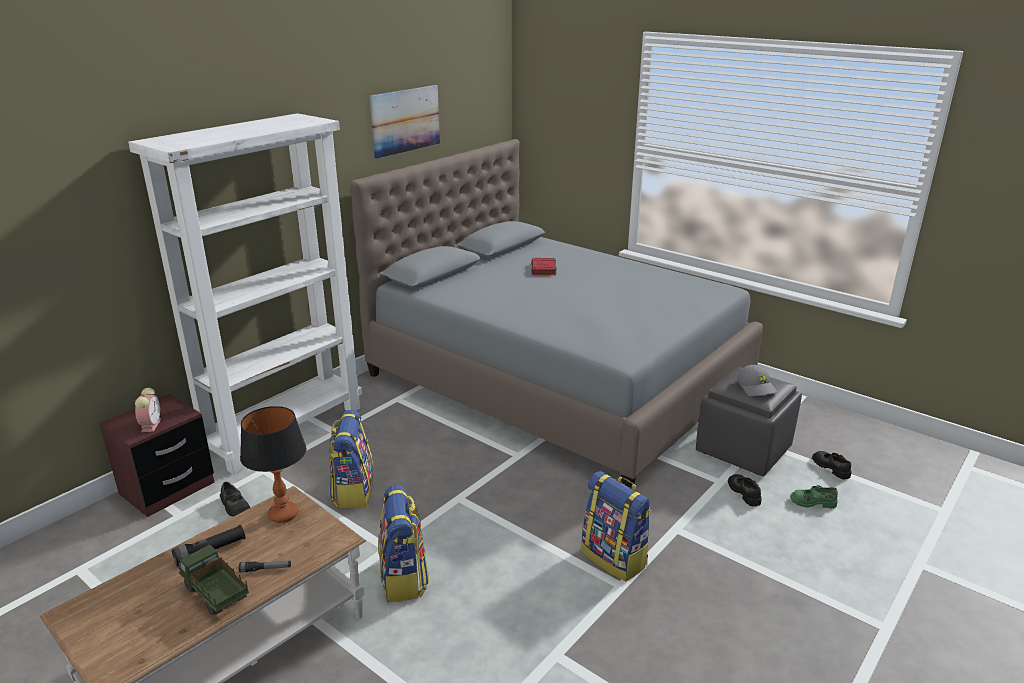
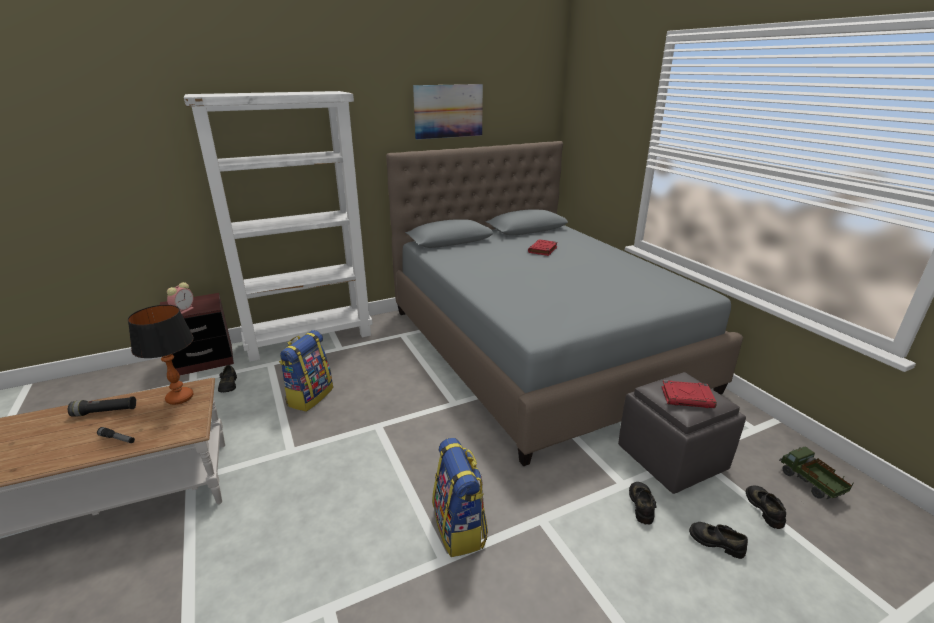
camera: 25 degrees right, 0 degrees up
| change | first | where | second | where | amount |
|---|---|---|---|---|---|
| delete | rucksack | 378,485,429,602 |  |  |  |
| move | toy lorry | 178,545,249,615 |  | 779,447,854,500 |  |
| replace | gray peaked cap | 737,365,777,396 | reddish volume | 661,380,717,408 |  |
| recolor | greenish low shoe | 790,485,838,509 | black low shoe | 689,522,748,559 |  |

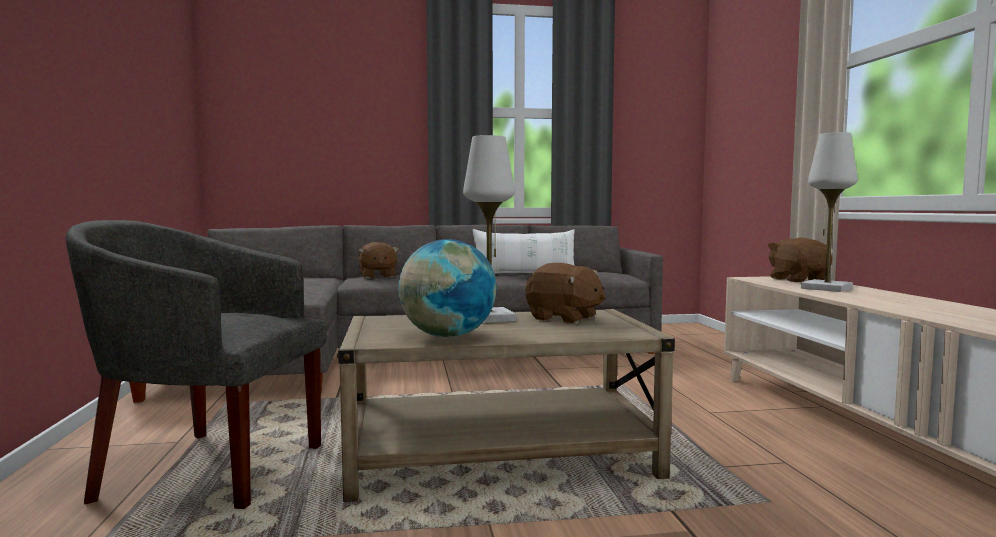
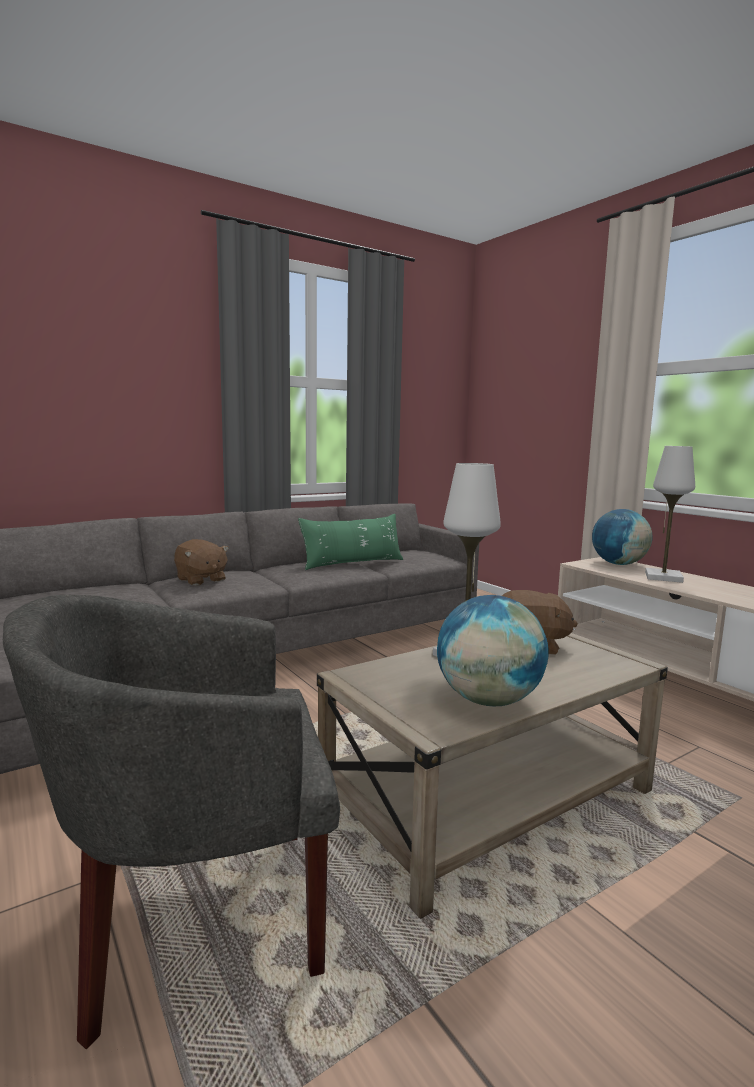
camera: 25 degrees left, 5 degrees up
| change | first | where | second | where | amount |
|---|---|---|---|---|---|
| replace | brownish plush toy | 768,238,832,282 | world globe | 592,509,652,565 |  |
| recolor | white throw pillow | 473,229,575,274 | greenish throw pillow | 298,514,403,570 |  |

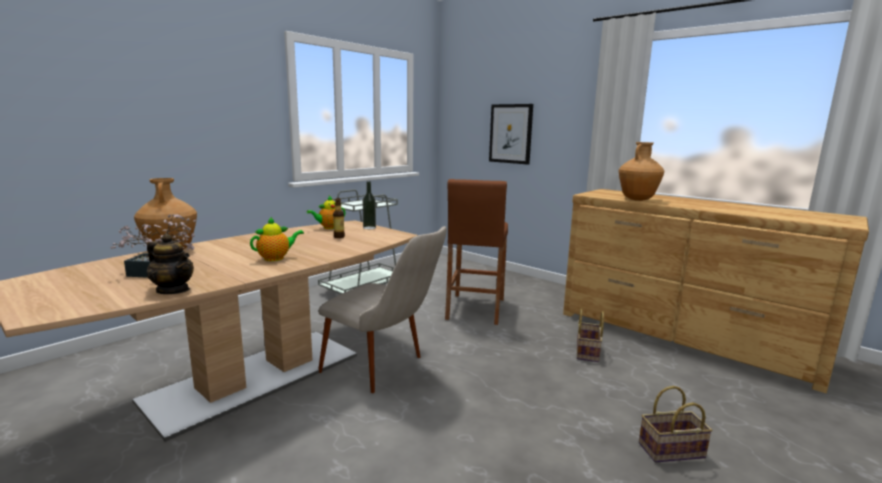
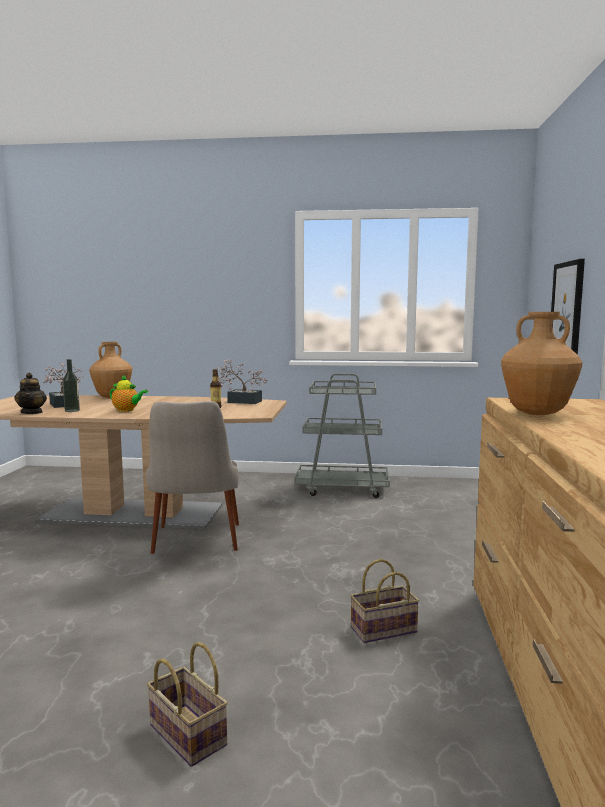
camera: 55 degrees right, 5 degrees down
| change | first | where | second | where | amount |
|---|---|---|---|---|---|
| delete | brownish stool | 445,179,508,325 |  |  |  |
| move | drink bottle | 363,181,376,229 |  | 63,359,80,412 |  |
| replace | tea pot | 307,196,345,229 | plant in a pot | 217,359,268,404 |  |

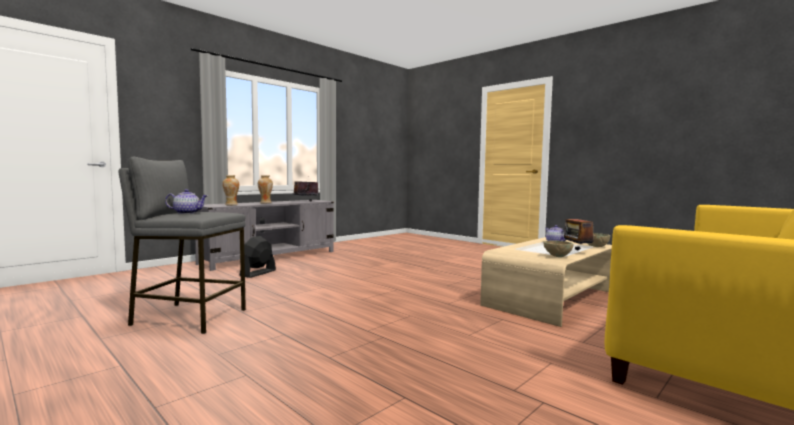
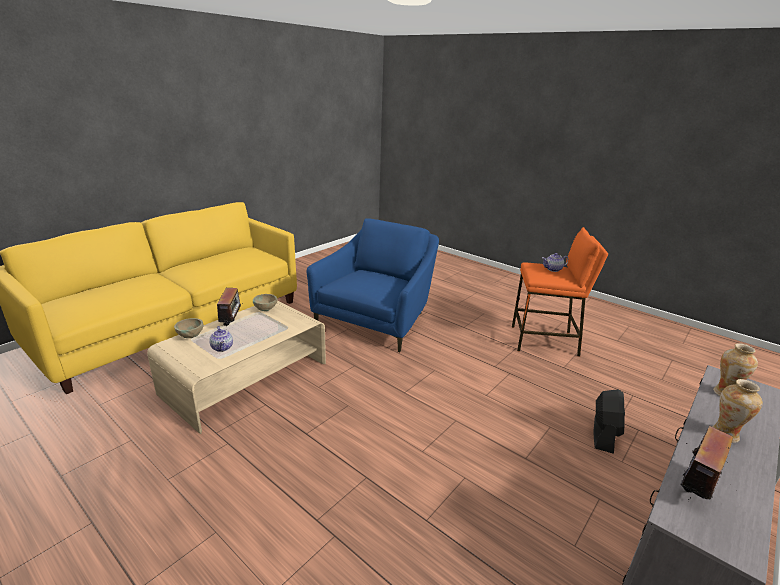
camera: 175 degrees right, 20 degrees up
| change | first | where | second | where | amount |
|---|---|---|---|---|---|
| insert |  |  | blue-coloured armchair | 307,218,439,352 |  |
| recolor | gray stool | 118,157,246,334 | orange stool | 512,227,608,357 |  |

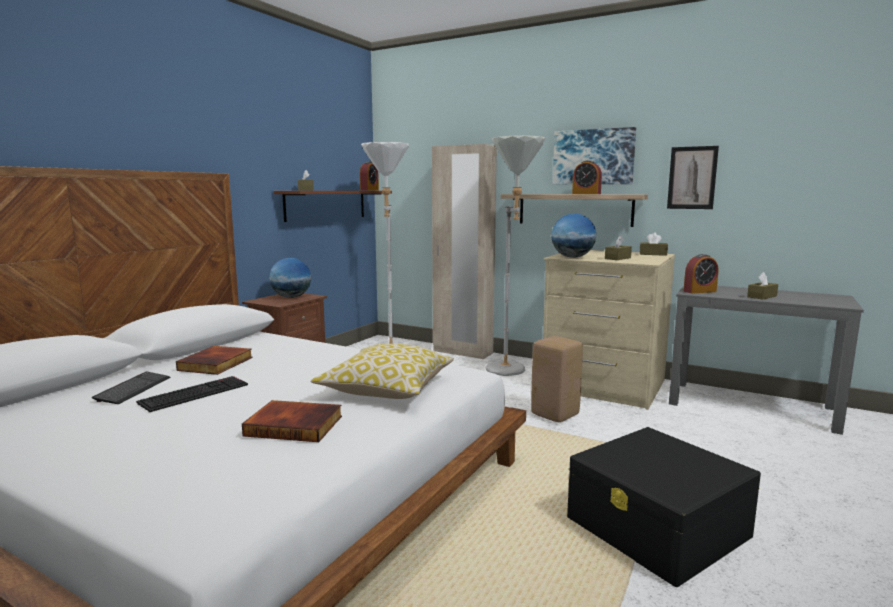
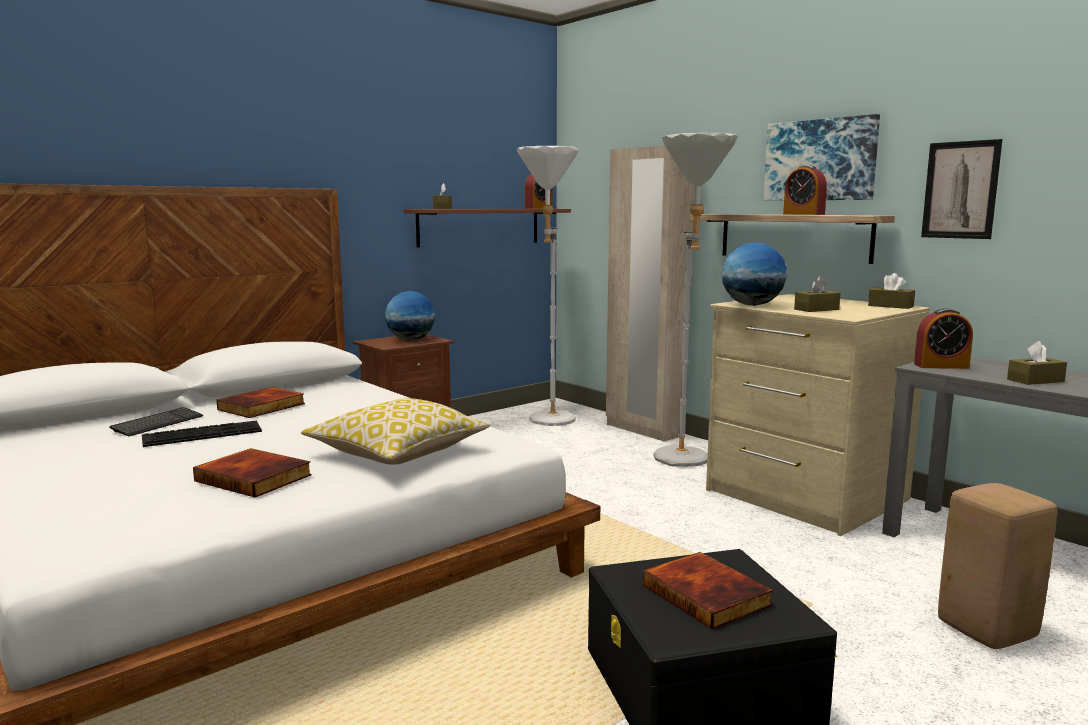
camera: 20 degrees right, 0 degrees up
| change | first | where | second | where | amount |
|---|---|---|---|---|---|
| insert |  |  | volume | 643,552,773,629 |  |
| move | sand-coloured stool | 531,336,583,422 |  | 938,483,1057,649 |  |

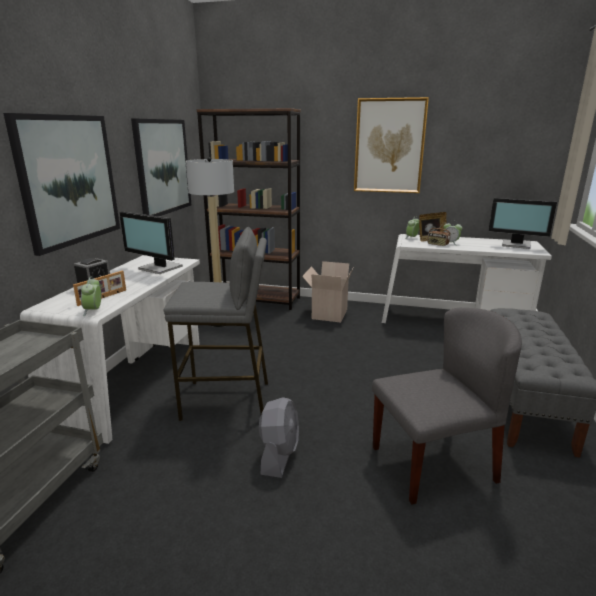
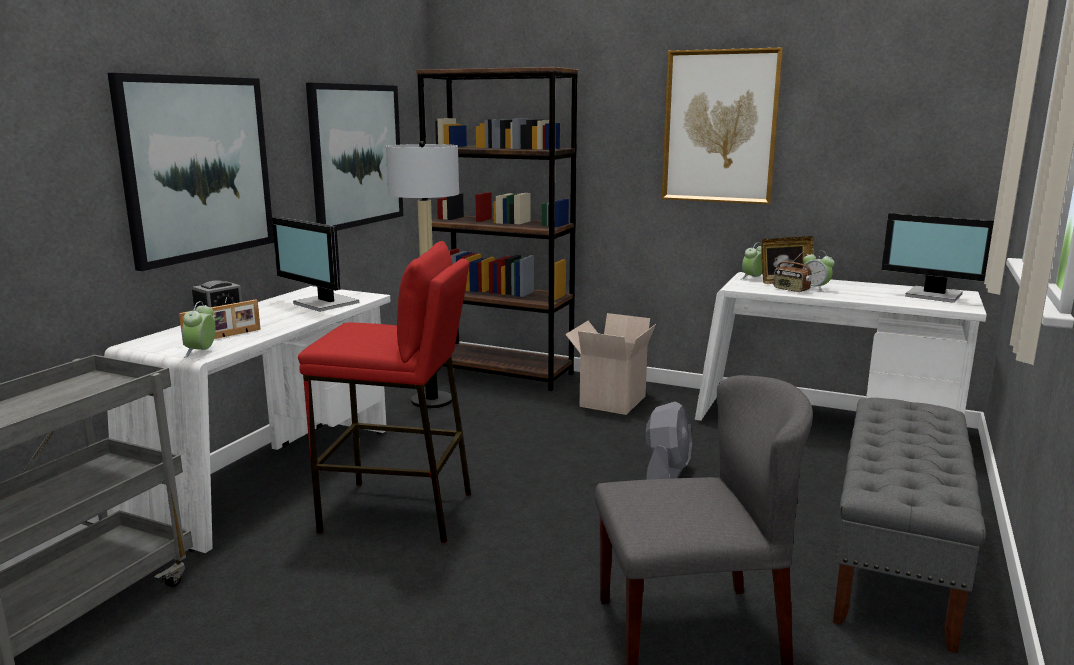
camera: 10 degrees right, 5 degrees down
| change | first | where | second | where | amount |
|---|---|---|---|---|---|
| move | gray fan | 259,397,299,478 |  | 646,401,692,480 |  |
| recolor | gray stool | 164,227,268,421 | reddish stool | 298,241,471,543 |  |

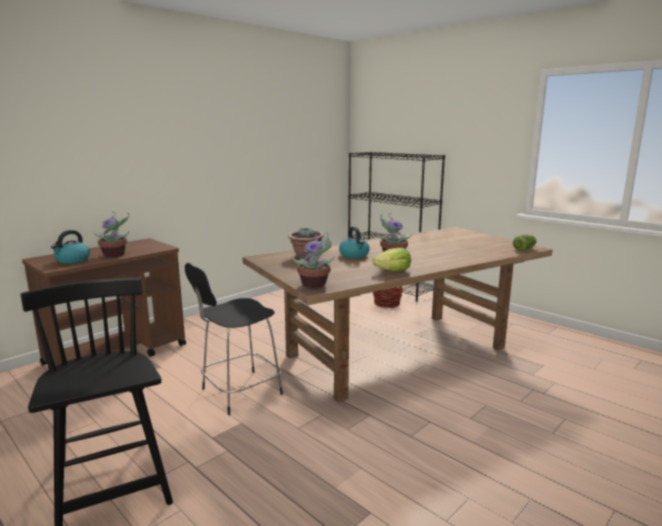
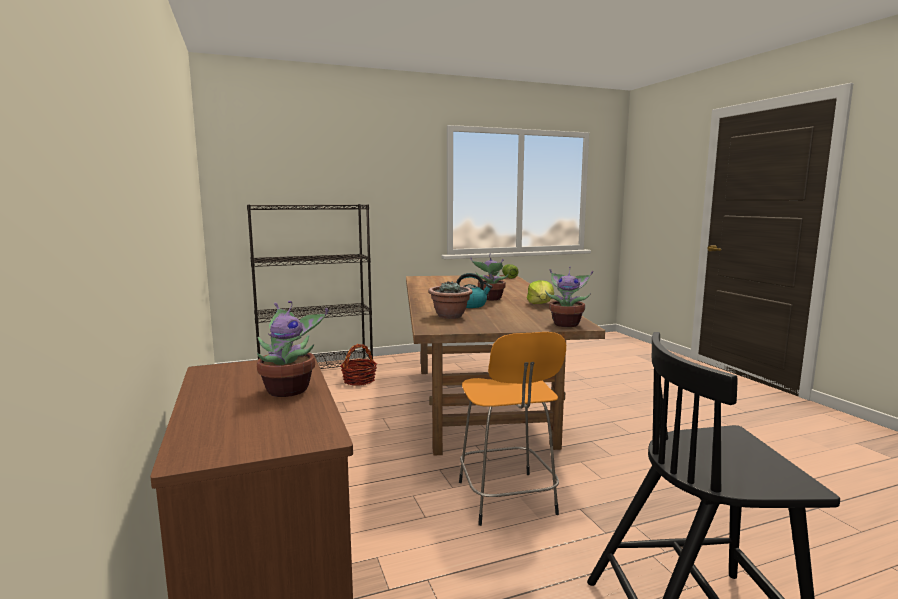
camera: 65 degrees left, 5 degrees down
| change | first | where | second | where | amount |
|---|---|---|---|---|---|
| delete | water kettle | 51,230,90,264 |  |  |  |
| recolor | black stool | 185,263,283,415 | orange stool | 459,332,566,526 |  |

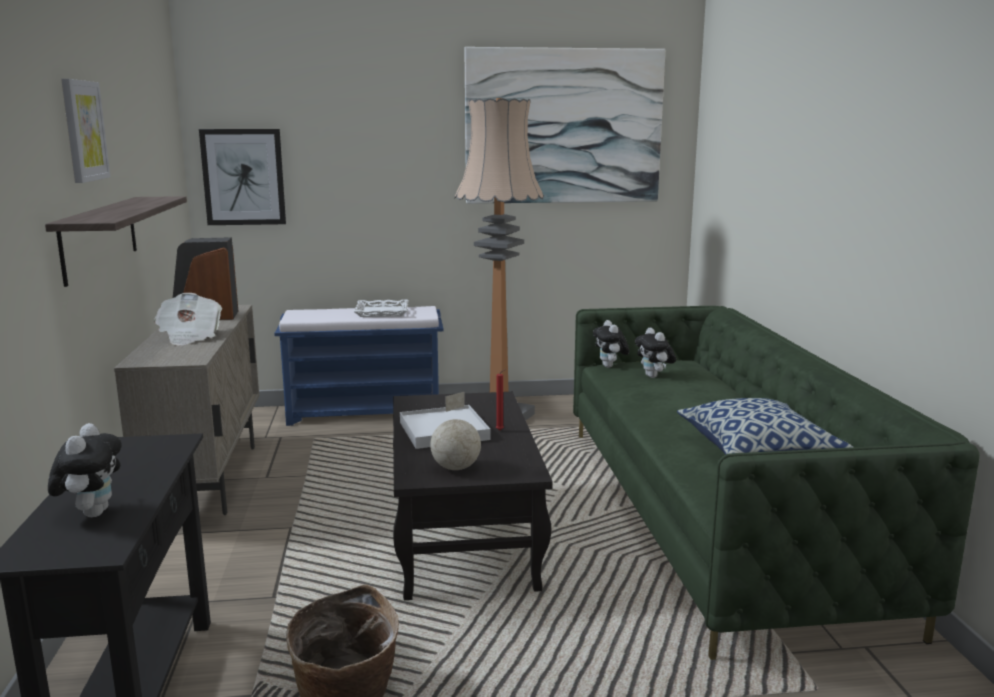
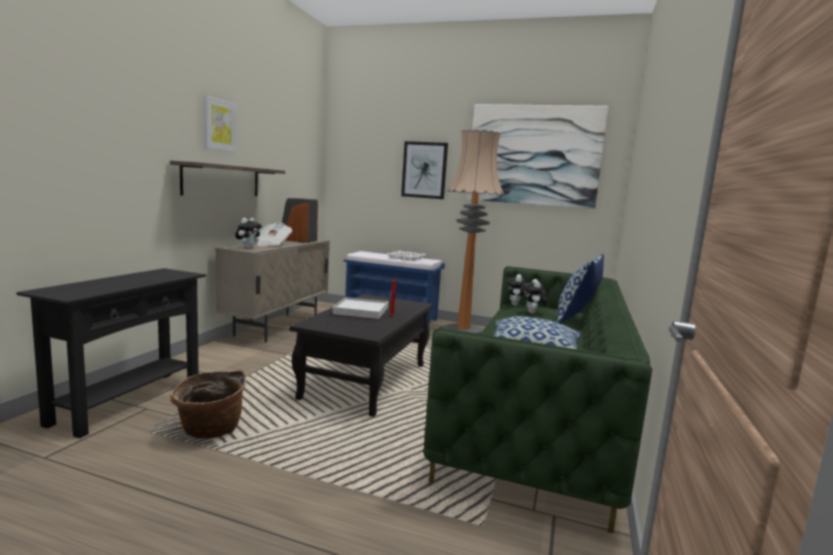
camera: 25 degrees right, 5 degrees down
| change | first | where | second | where | amount |
|---|---|---|---|---|---|
| delete | world globe | 430,392,481,470 |  |  |  |
| insert |  |  | throw pillow | 557,254,604,324 |  |
| move | plush toy | 48,423,121,517 |  | 235,218,262,249 |  |
| move | wall picture | 199,129,286,225 |  | 401,141,448,199 |  |

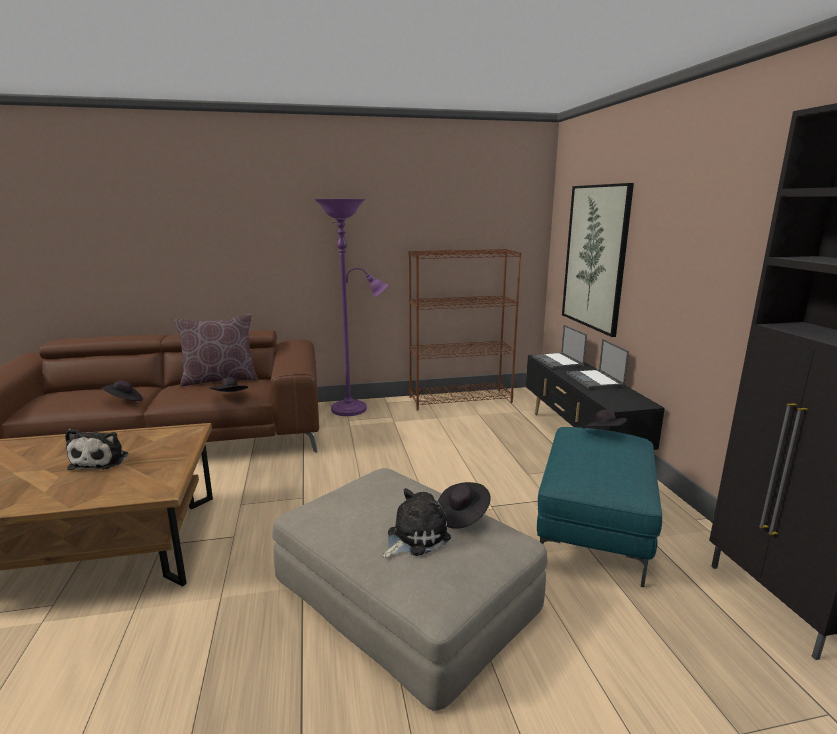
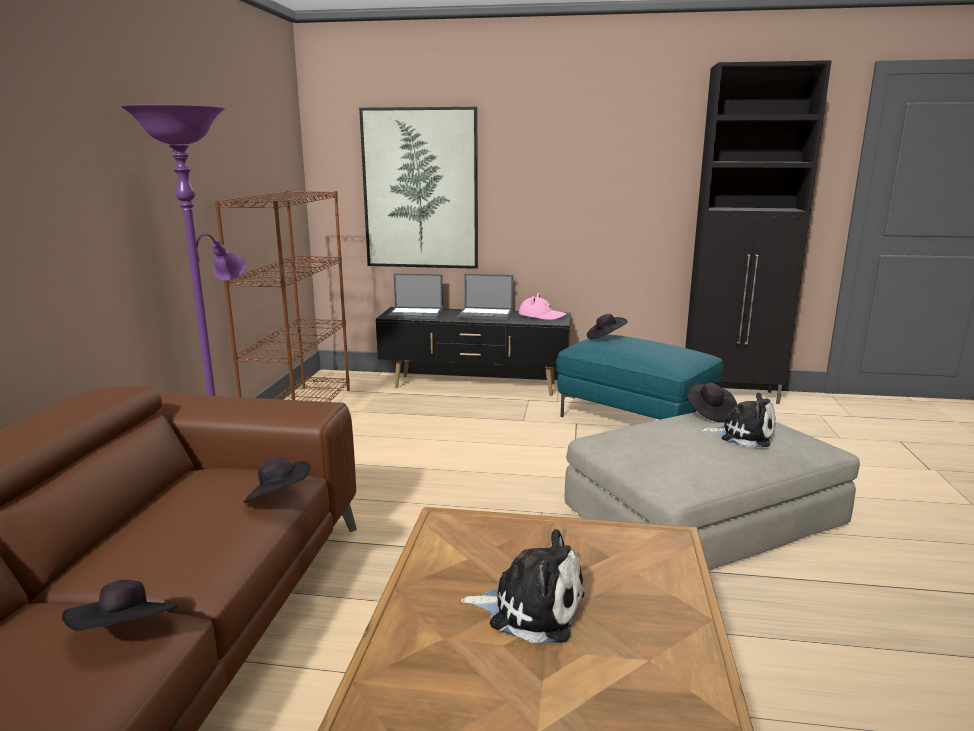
camera: 70 degrees left, 0 degrees up
| change | first | where | second | where | amount |
|---|---|---|---|---|---|
| delete | brownish throw pillow | 175,315,257,387 |  |  |  |
| insert |  |  | pink hat | 519,293,566,320 |  |
| rotate | plush toy | 383,488,451,558 |  | 701,393,776,447 | 135 degrees clockwise |

